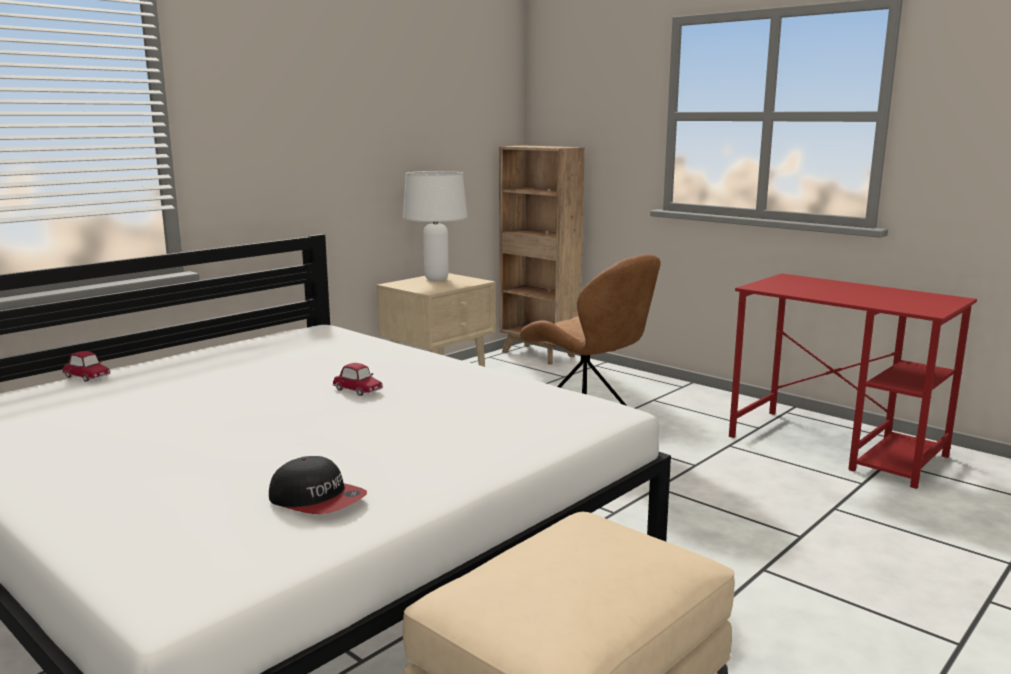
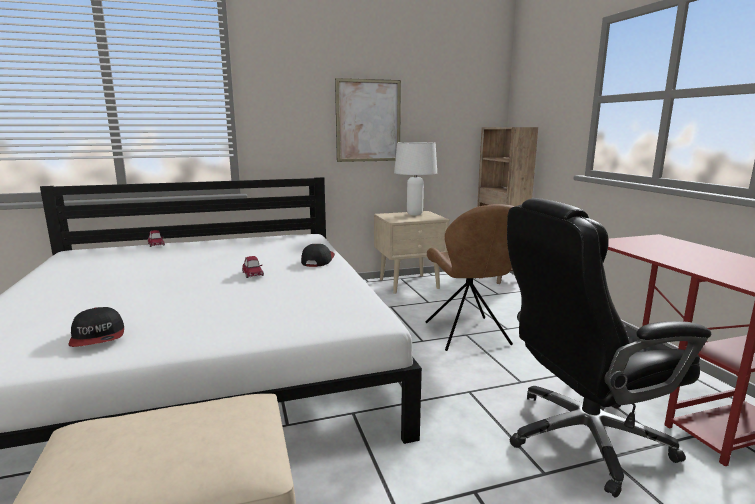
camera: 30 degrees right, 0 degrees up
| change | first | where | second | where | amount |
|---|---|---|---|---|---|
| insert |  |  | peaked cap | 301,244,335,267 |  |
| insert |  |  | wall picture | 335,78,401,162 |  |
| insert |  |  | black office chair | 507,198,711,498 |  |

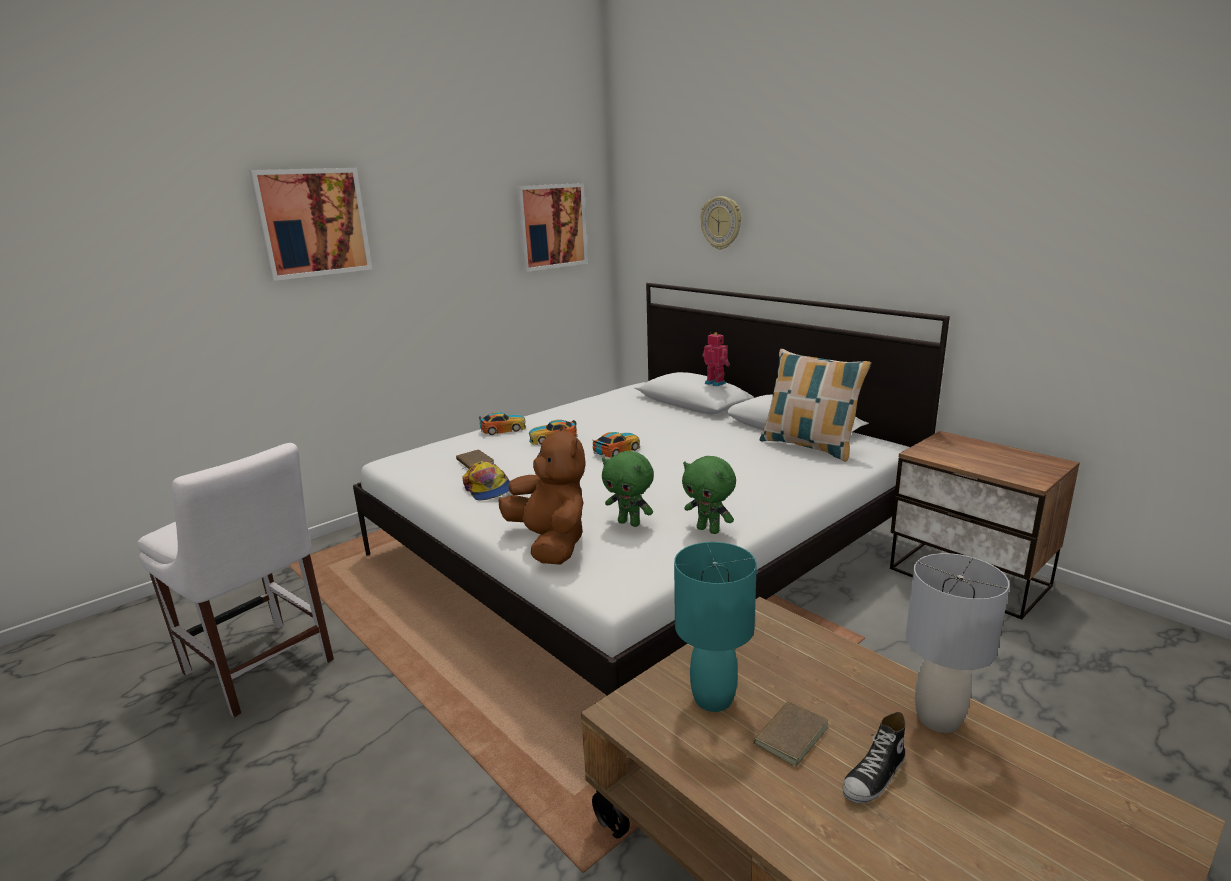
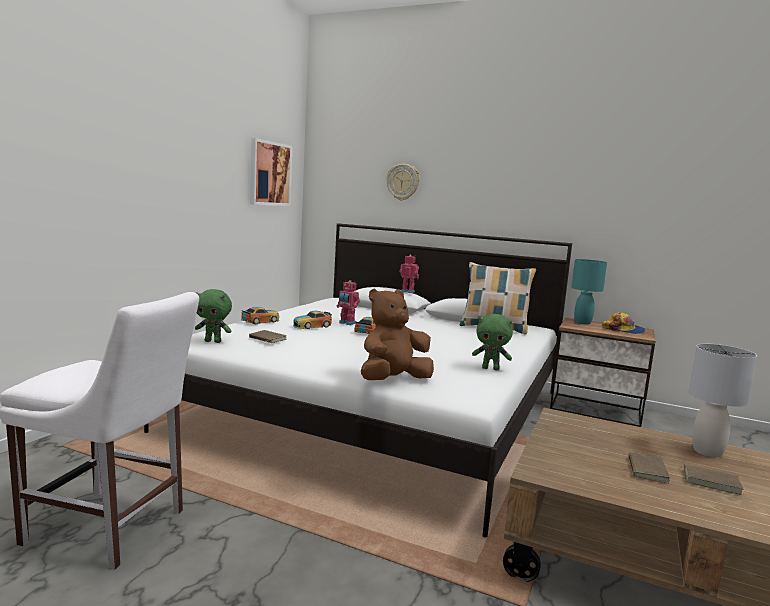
camera: 25 degrees left, 10 degrees down
| change | first | where | second | where | amount |
|---|---|---|---|---|---|
| delete | wall picture | 249,168,372,281 |  |  |  |
| insert |  |  | toy robot | 337,280,360,325 |  |
| move | peaked cap | 463,461,510,500 |  | 602,312,646,334 |  |
| move | greenish plush toy | 602,451,654,527 |  | 195,289,232,343 |  |
| move | blue-green lamp for a table | 674,542,757,712 |  | 571,259,607,324 |  |
| replace | low shoe | 843,712,906,803 | brownish volume | 683,461,744,495 |  |
| rotate | brownish plush toy | 498,425,586,565 |  | 361,289,434,380 | 75 degrees counterclockwise |

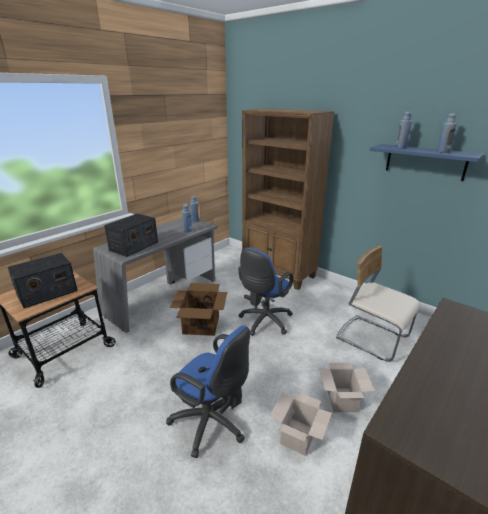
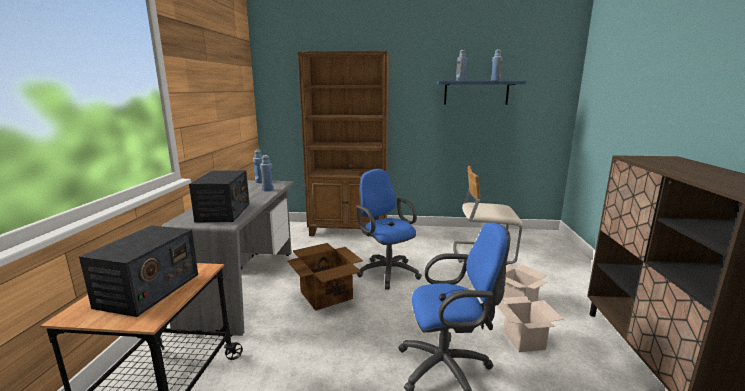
camera: 35 degrees left, 10 degrees down
| change | first | where | second | where | amount |
|---|---|---|---|---|---|
| rotate | blue-coloured office chair | 238,247,293,336 |  | 356,169,422,290 | 150 degrees clockwise |

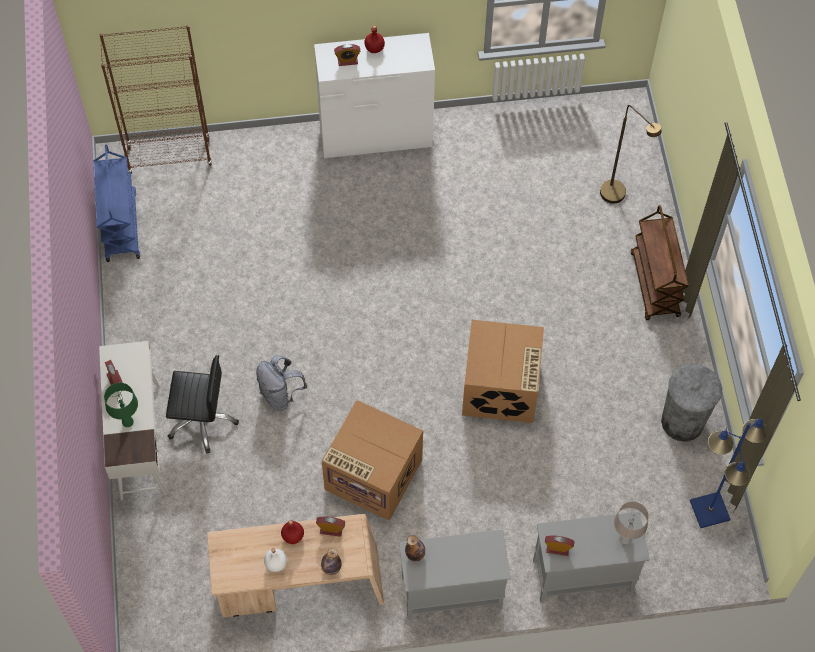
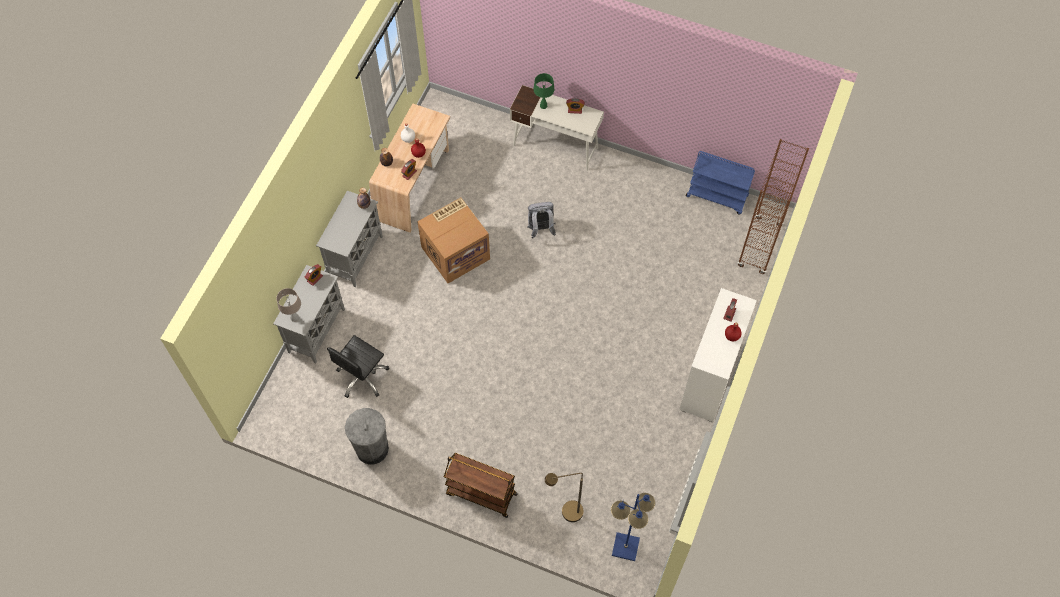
camera: 120 degrees right, 0 degrees up
| change | first | where | second | where | amount |
|---|---|---|---|---|---|
| delete | cardboard box | 462,320,544,423 |  |  |  |
| move | black office chair | 166,355,239,454 |  | 327,335,389,398 |  |
| move | blue-coloured standard lamp | 690,418,767,528 |  | 611,493,655,561 |  |

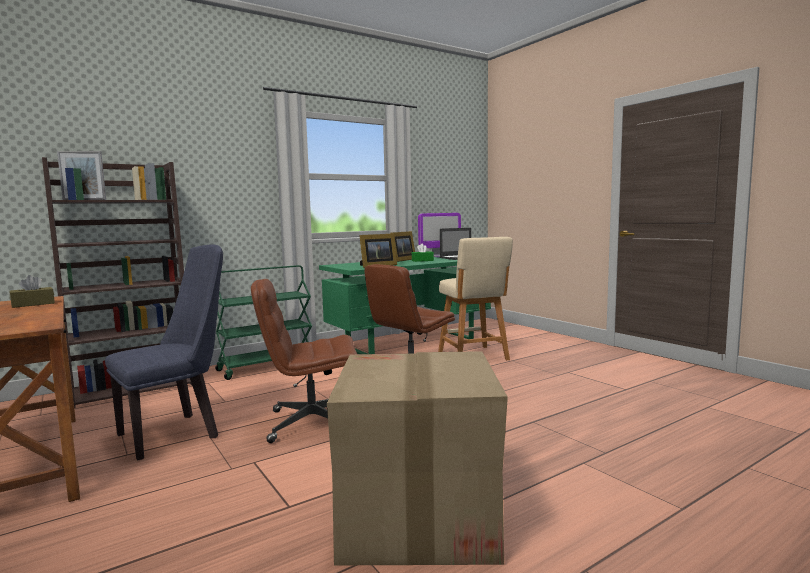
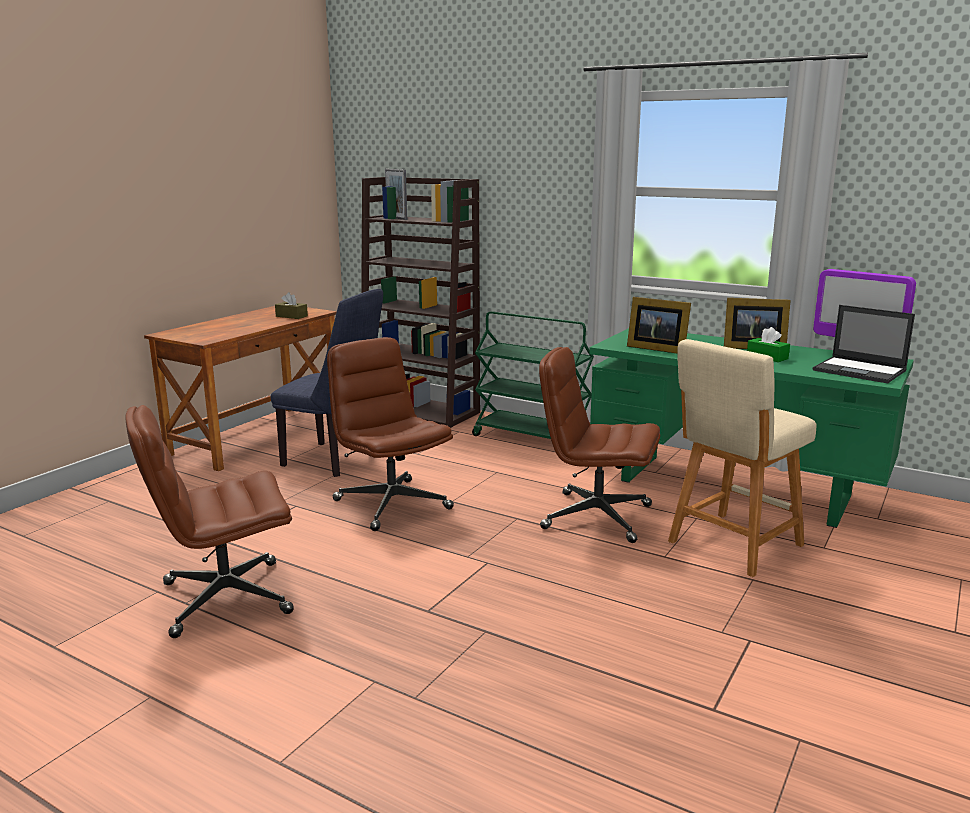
camera: 65 degrees right, 10 degrees up
| change | first | where | second | where | amount |
|---|---|---|---|---|---|
| replace | cardboard box | 327,351,508,565 | brownish office chair | 125,405,294,638 |  |

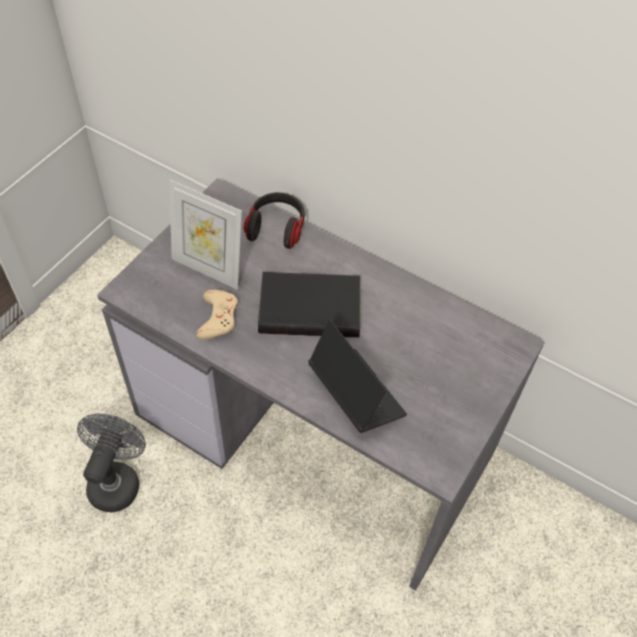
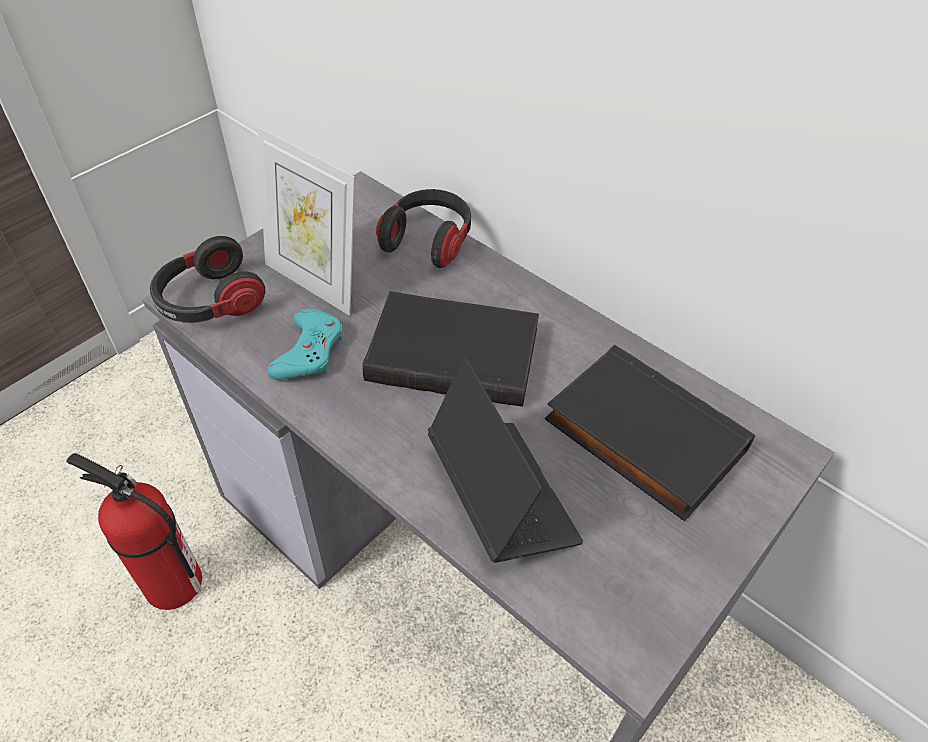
camera: 10 degrees right, 5 degrees down
| change | first | where | second | where | amount |
|---|---|---|---|---|---|
| insert |  |  | headphones | 150,236,265,323 |  |
| insert |  |  | black volume | 545,345,755,522 |  |
| replace | gray fan | 77,413,146,512 | fire extinguisher | 66,453,202,610 |  |
| recolor | sand-coloured joypad | 196,289,238,340 | blue-green joypad | 267,308,342,380 |  |

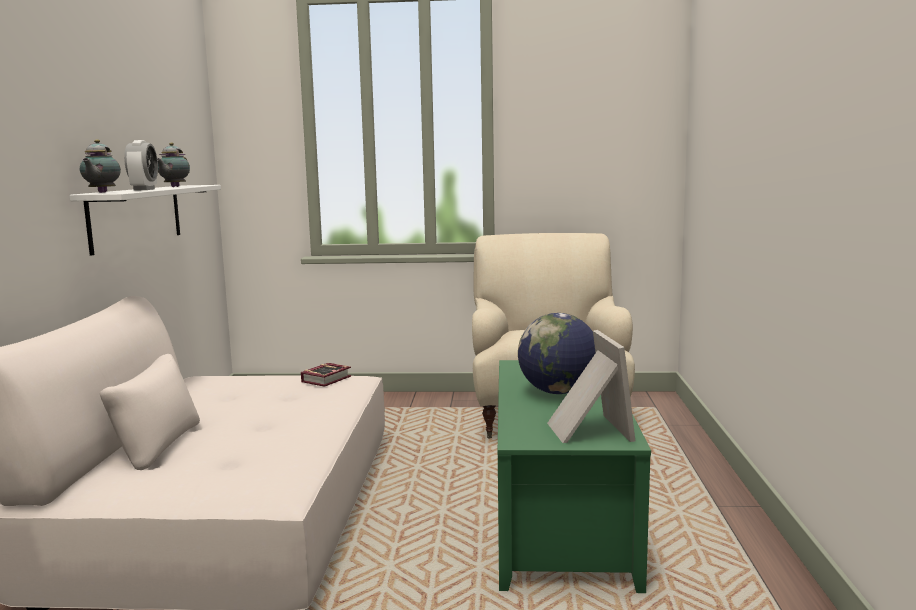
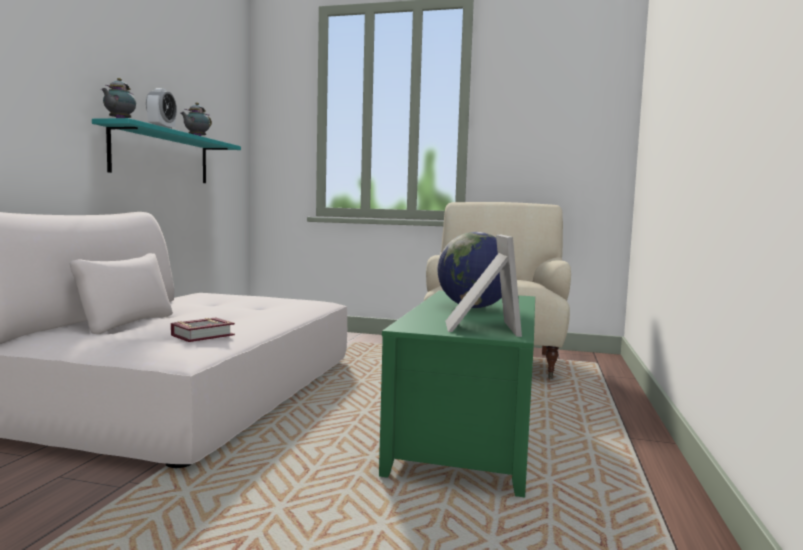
camera: 10 degrees right, 5 degrees down
| change | first | where | second | where | amount |
|---|---|---|---|---|---|
| move | volume | 301,363,351,387 |  | 171,318,235,342 |  |
| recolor | white wall shelf | 70,185,221,256 | blue-green wall shelf | 92,118,241,183 |  |

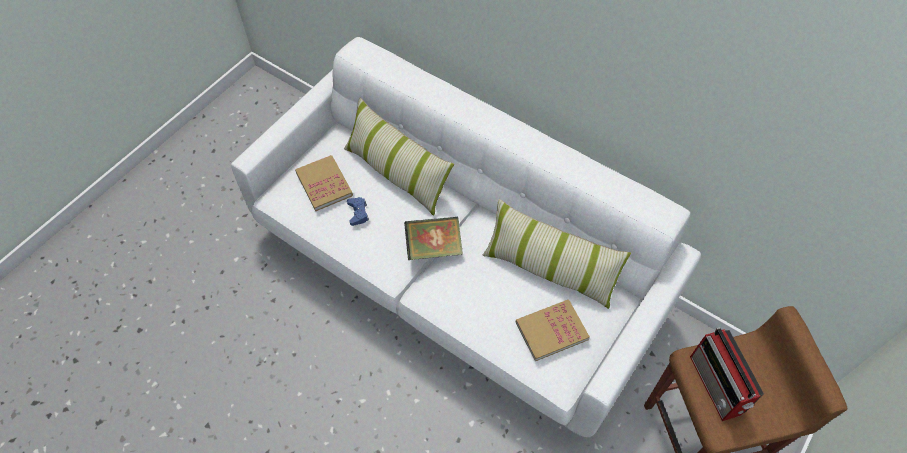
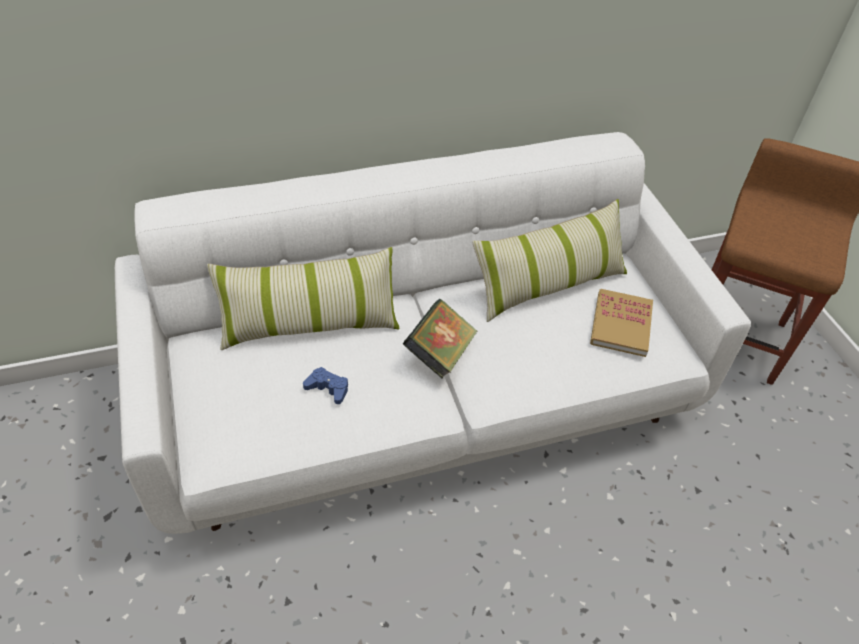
camera: 55 degrees left, 10 degrees down
| change | first | where | second | where | amount |
|---|---|---|---|---|---|
| delete | volume | 295,155,353,211 |  |  |  |
| delete | radio set | 690,328,764,421 |  |  |  |

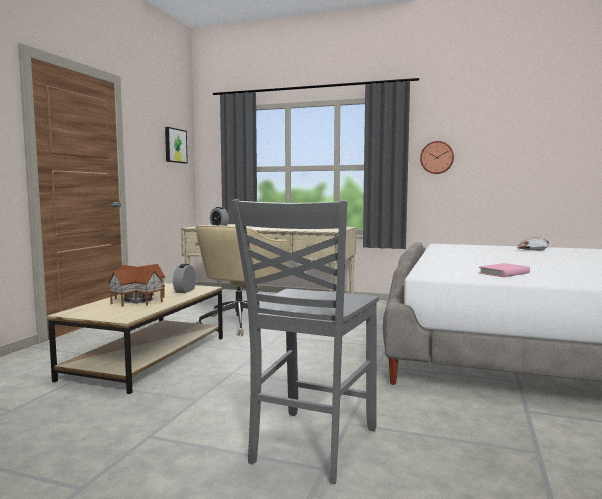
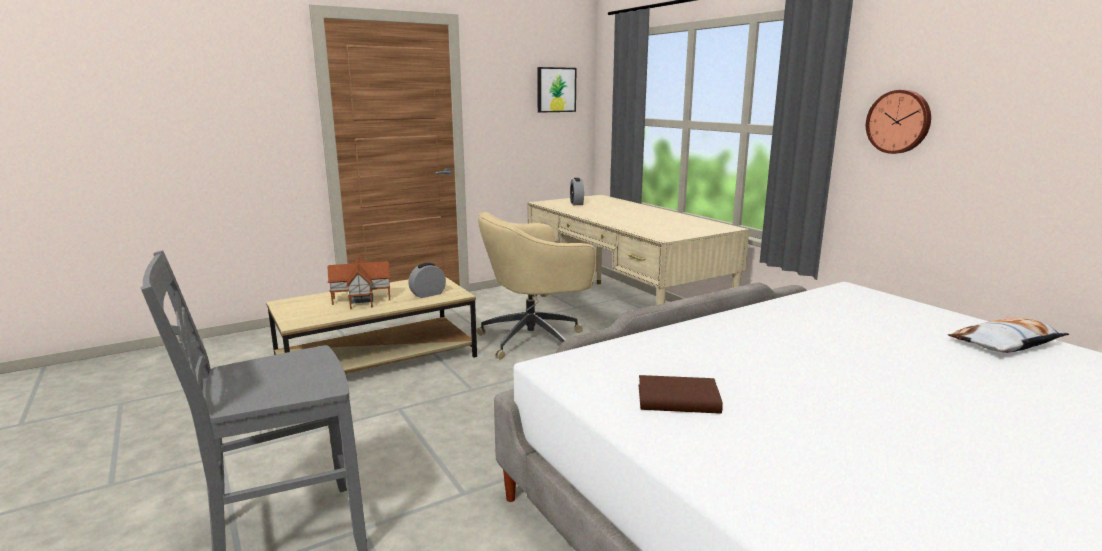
camera: 40 degrees right, 10 degrees up
| change | first | where | second | where | amount |
|---|---|---|---|---|---|
| recolor | pink volume | 479,263,530,277 | brownish volume | 639,375,723,414 |  |

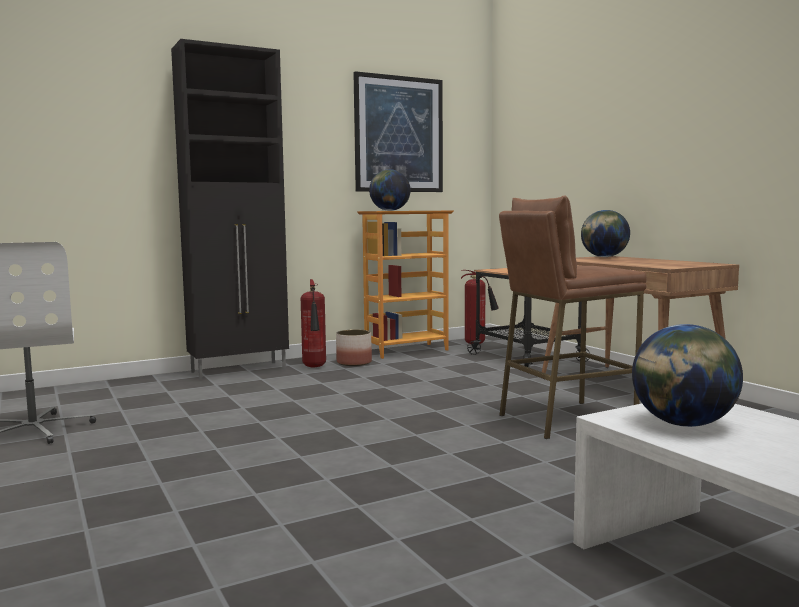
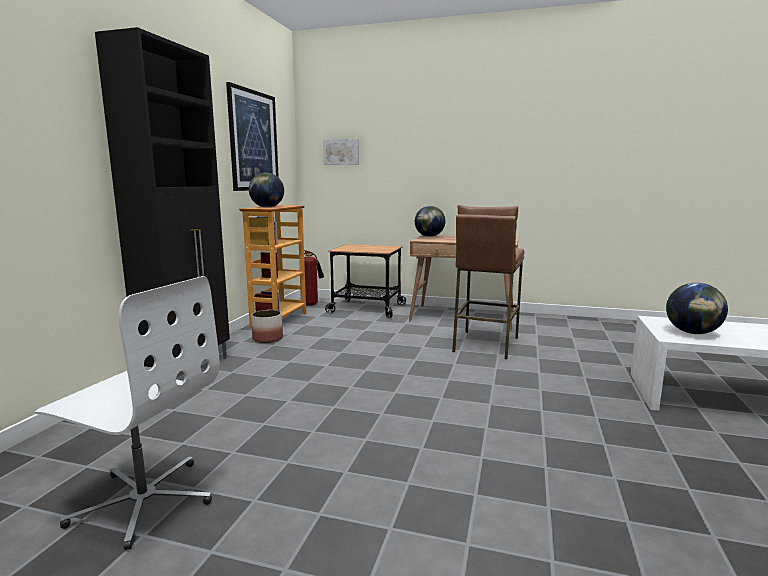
camera: 45 degrees left, 5 degrees up
| change | first | where | second | where | amount |
|---|---|---|---|---|---|
| delete | fire extinguisher | 301,279,326,367 |  |  |  |
| insert |  |  | wall picture | 323,139,359,165 |  |

